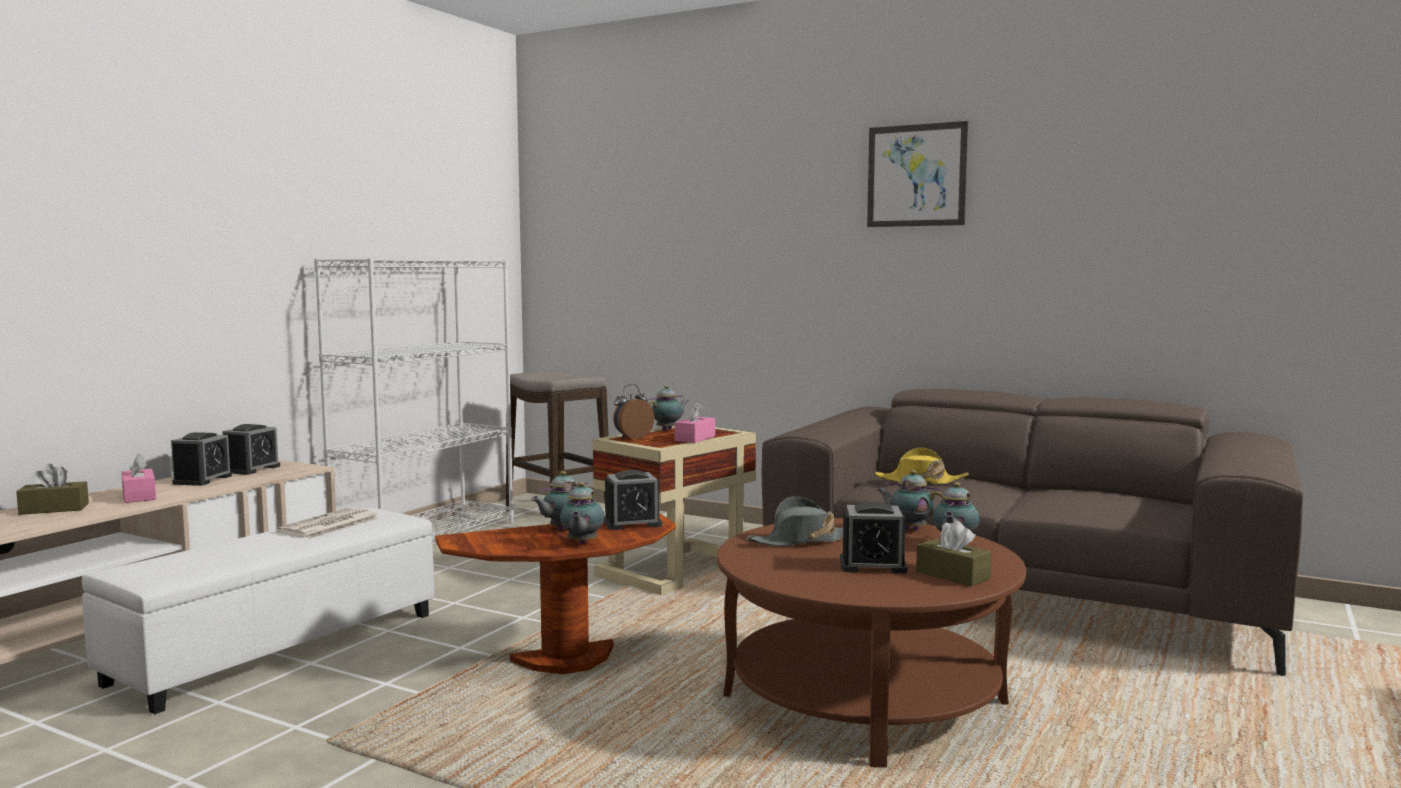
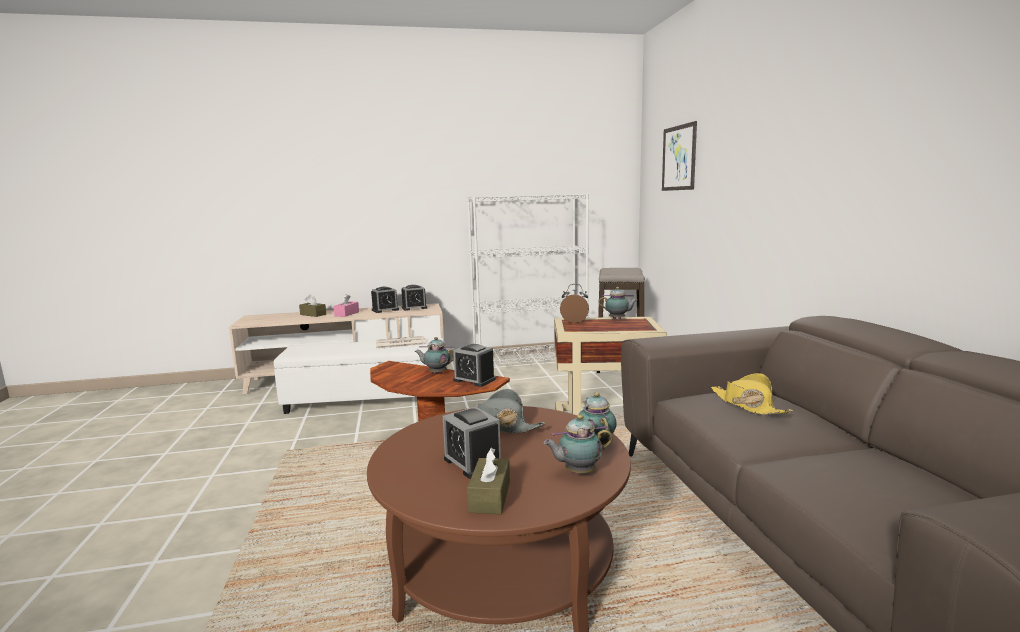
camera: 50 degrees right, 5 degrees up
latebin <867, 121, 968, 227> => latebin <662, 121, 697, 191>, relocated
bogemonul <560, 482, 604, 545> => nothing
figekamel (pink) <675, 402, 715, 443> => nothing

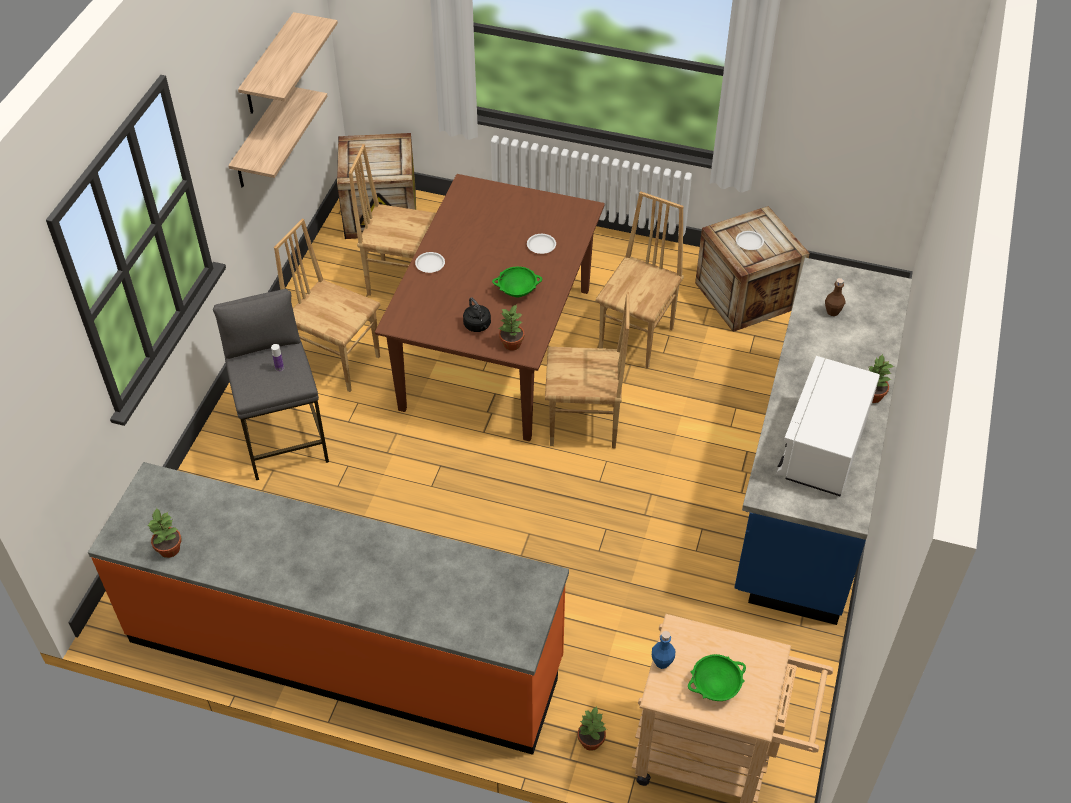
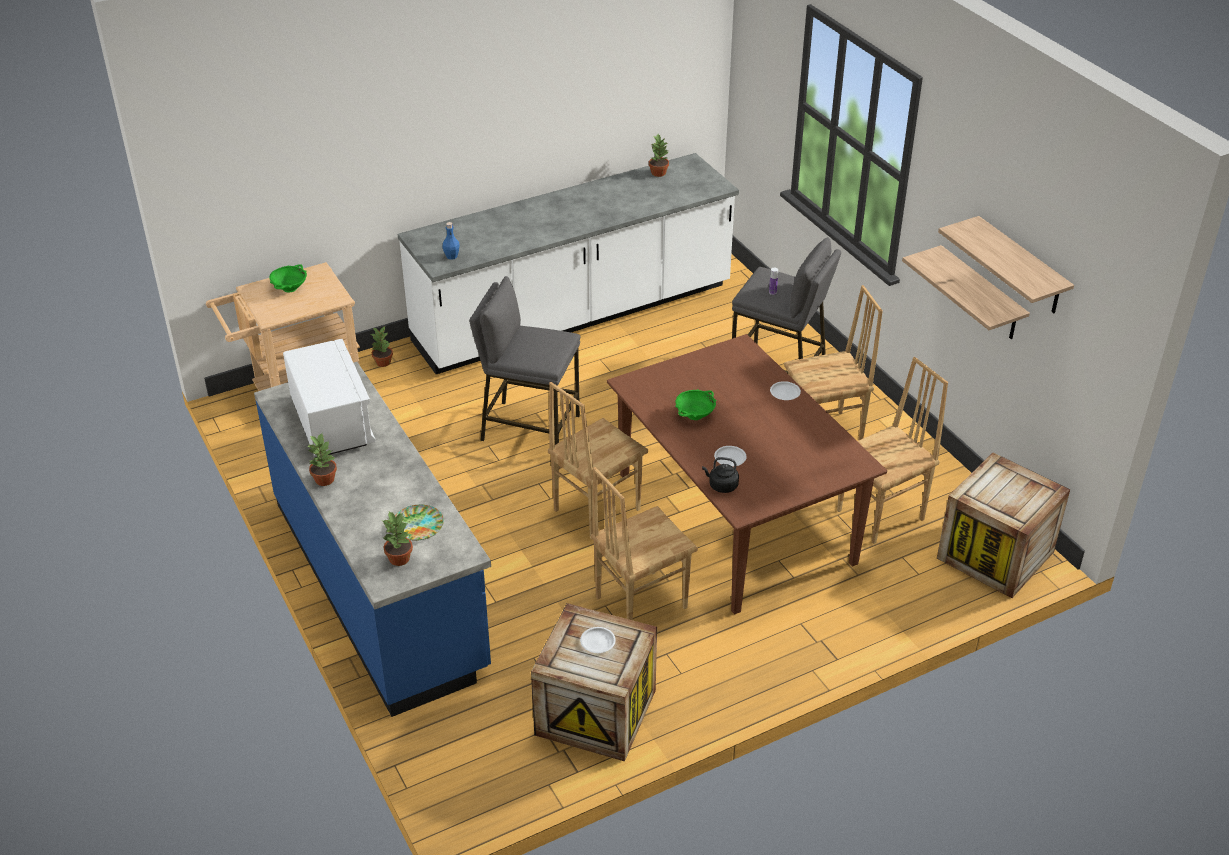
camera: 135 degrees right, 10 degrees down
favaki <499, 305, 524, 351> => favaki <382, 512, 413, 566>, relocated
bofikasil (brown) <825, 278, 845, 316> => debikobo <395, 505, 444, 541>
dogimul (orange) <88, 462, 569, 755> => dogimul (white) <398, 153, 739, 374>
bofikasil (blue) <652, 631, 675, 669> => bofikasil (blue) <442, 222, 460, 260>, relocated
nothing => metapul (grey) <469, 276, 580, 445>
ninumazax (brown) <596, 191, 684, 368> => ninumazax (brown) <591, 467, 698, 620>, 75 degrees clockwise
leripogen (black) <463, 297, 491, 332> => leripogen (black) <702, 457, 739, 493>, relocated

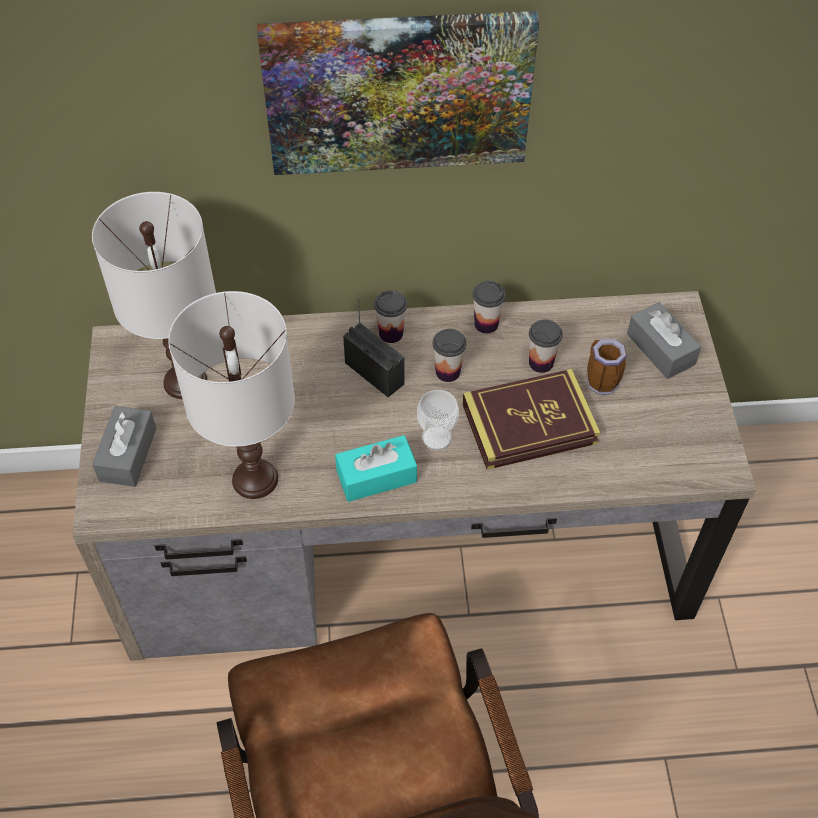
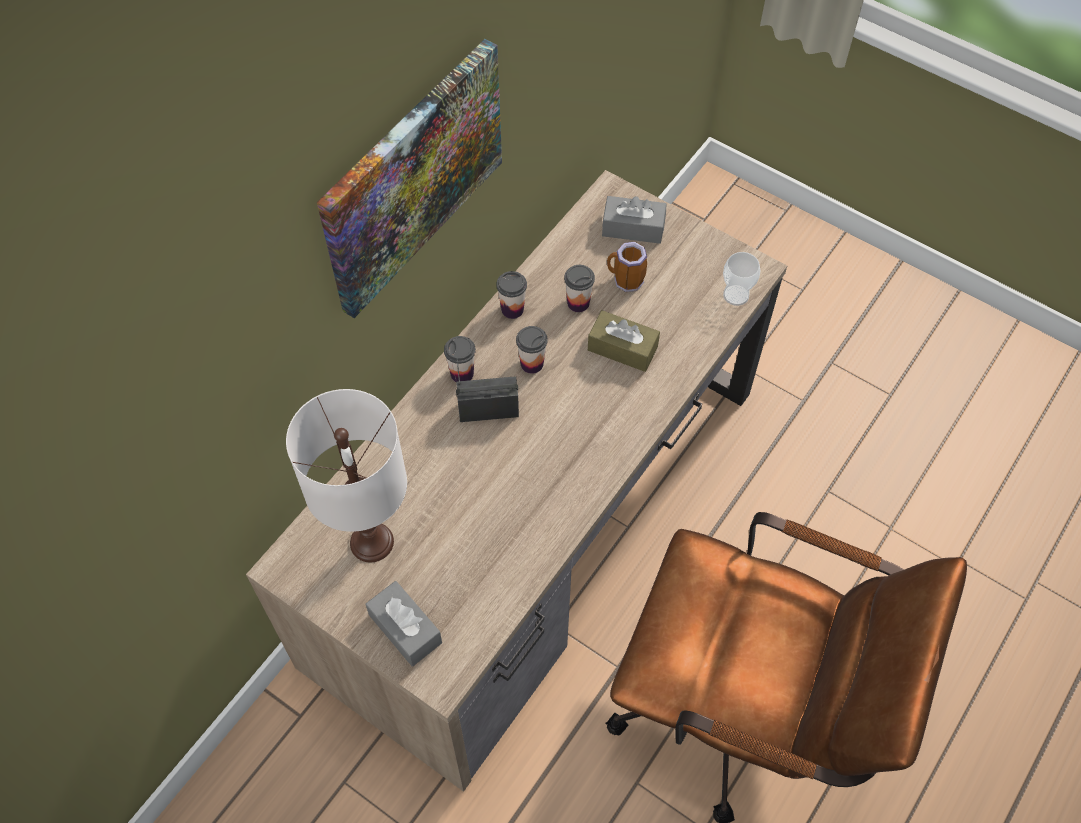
camera: 50 degrees left, 5 degrees up
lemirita <462, 369, 601, 470> => figekamel (brown) <588, 310, 660, 372>
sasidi <417, 390, 459, 451> => sasidi <723, 252, 760, 306>, relocated
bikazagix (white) <168, 291, 295, 499> => nothing
figekamel (turquoise) <335, 435, 417, 502> => nothing

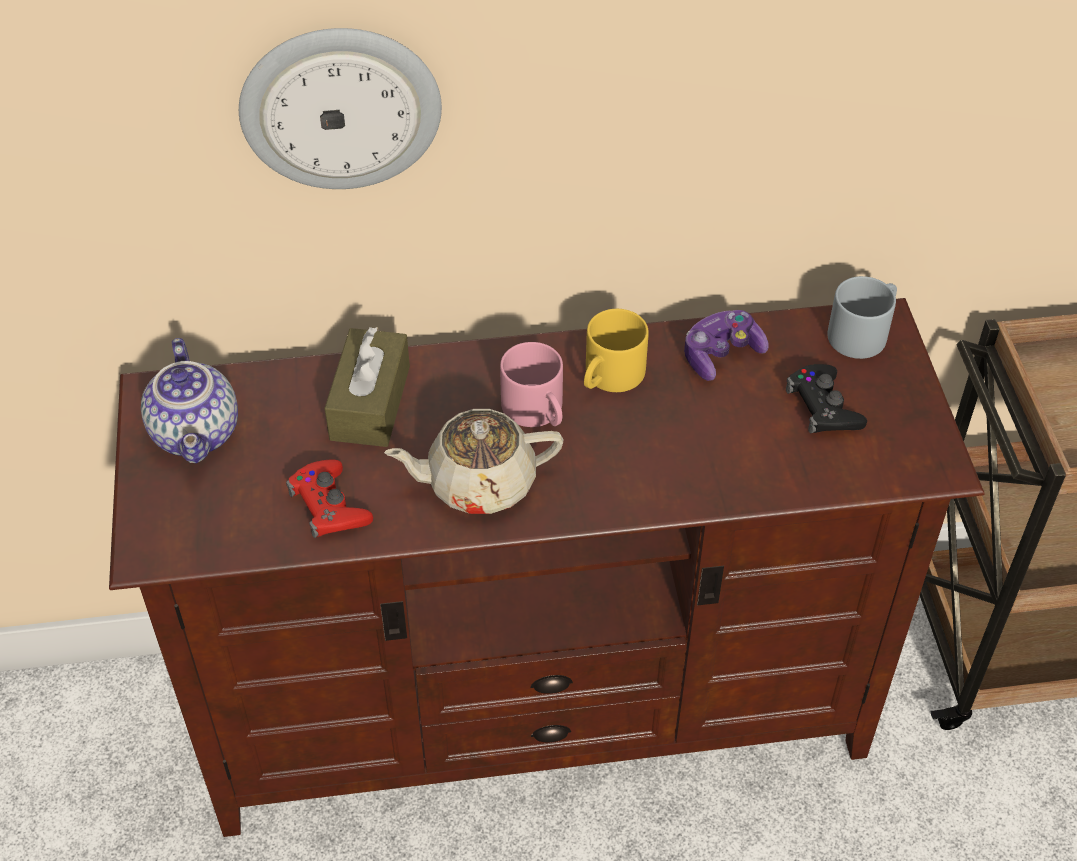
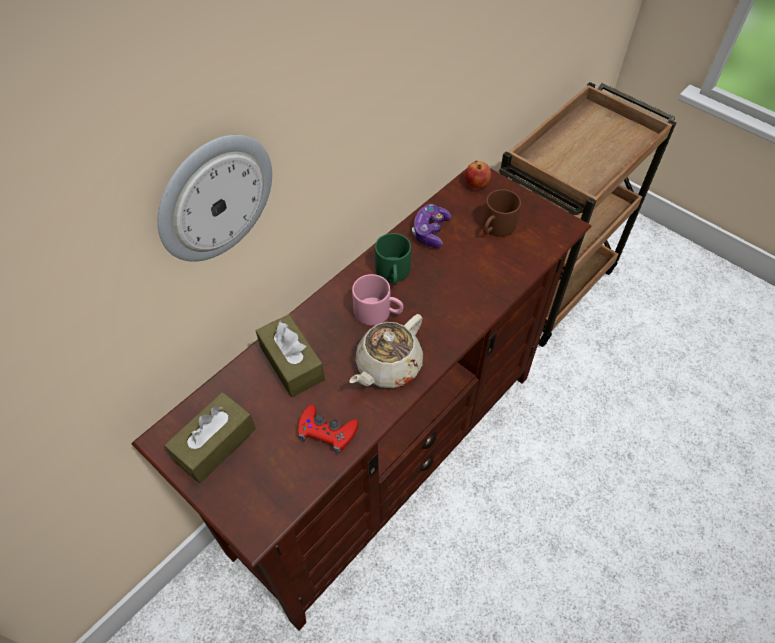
camera: 40 degrees left, 5 degrees up
bogemonul <141, 338, 238, 463> => figekamel (brown) <164, 392, 256, 484>
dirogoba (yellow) <584, 309, 649, 392> => dirogoba (green) <375, 233, 411, 285>
dirogoba (grey) <827, 276, 897, 359> => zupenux <465, 161, 491, 189>
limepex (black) <786, 364, 867, 434> => dirogoba (brown) <483, 189, 521, 237>

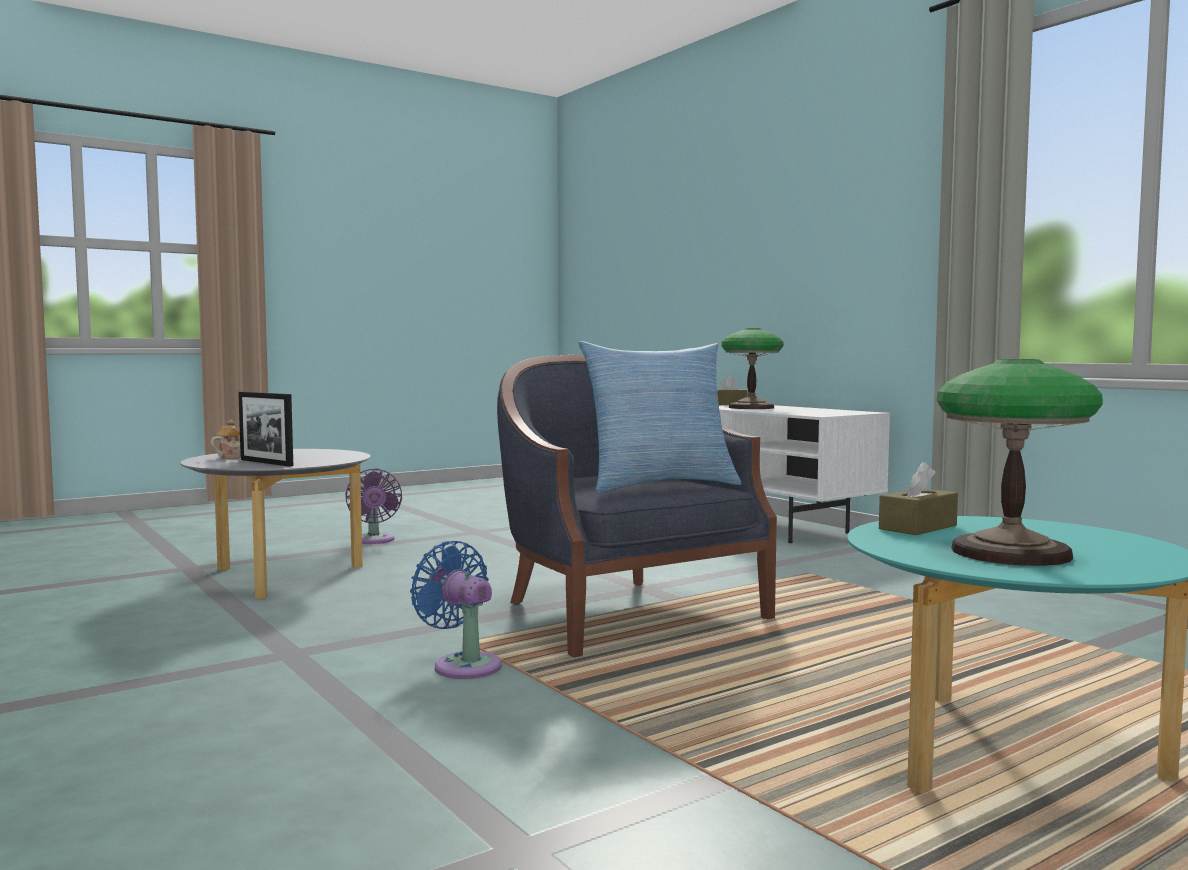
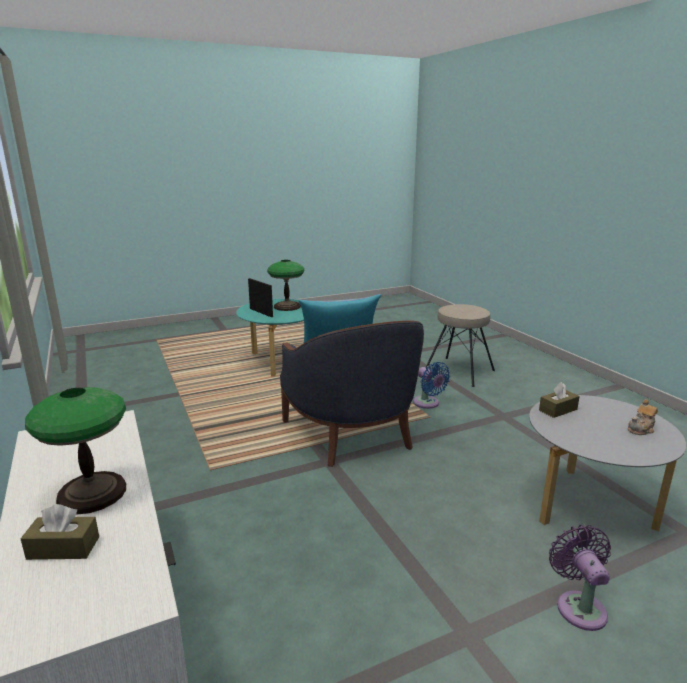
camera: 170 degrees left, 15 degrees up
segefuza <238, 392, 293, 466> => segefuza <248, 278, 273, 317>, relocated
nothing => metapul (beige) <426, 304, 495, 387>
figekamel (brown) <879, 462, 958, 535> => figekamel (brown) <539, 382, 580, 418>, relocated

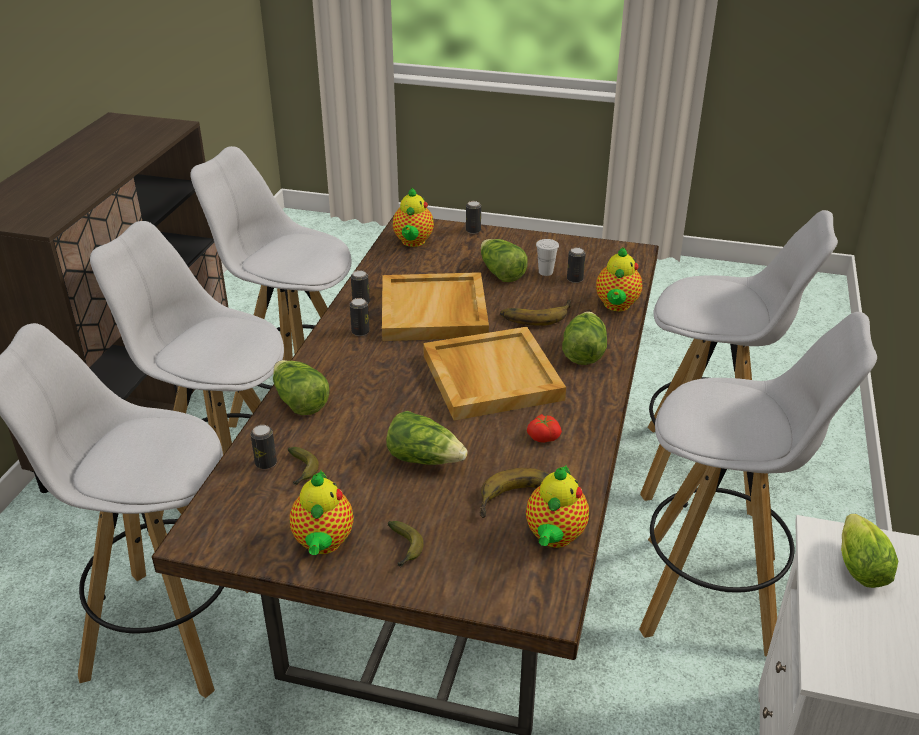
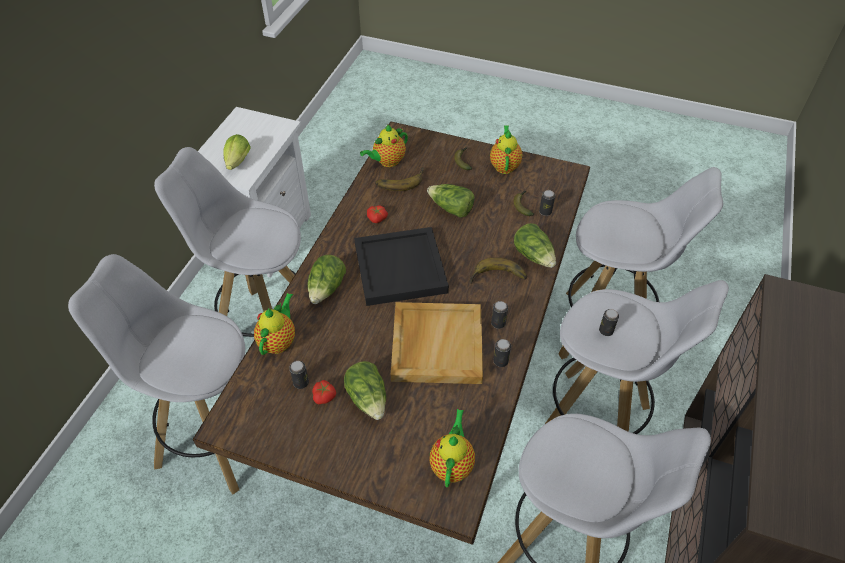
camera: 175 degrees left, 15 degrees up
sasidi (white) <536, 239, 559, 276> => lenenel <312, 380, 336, 404>
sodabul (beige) <423, 327, 566, 420> => sodabul (black) <354, 227, 449, 306>
bogemonul <526, 465, 589, 548> => bogemonul <360, 125, 408, 167>, 150 degrees counterclockwise
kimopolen <500, 300, 572, 326> => kimopolen <469, 257, 527, 284>, relocated
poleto <466, 201, 481, 234> => poleto <599, 309, 619, 336>, relocated

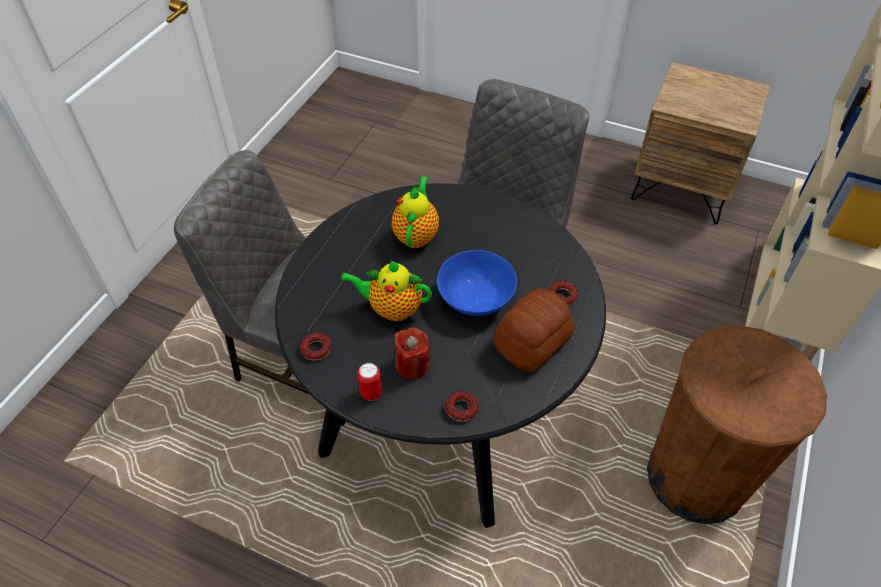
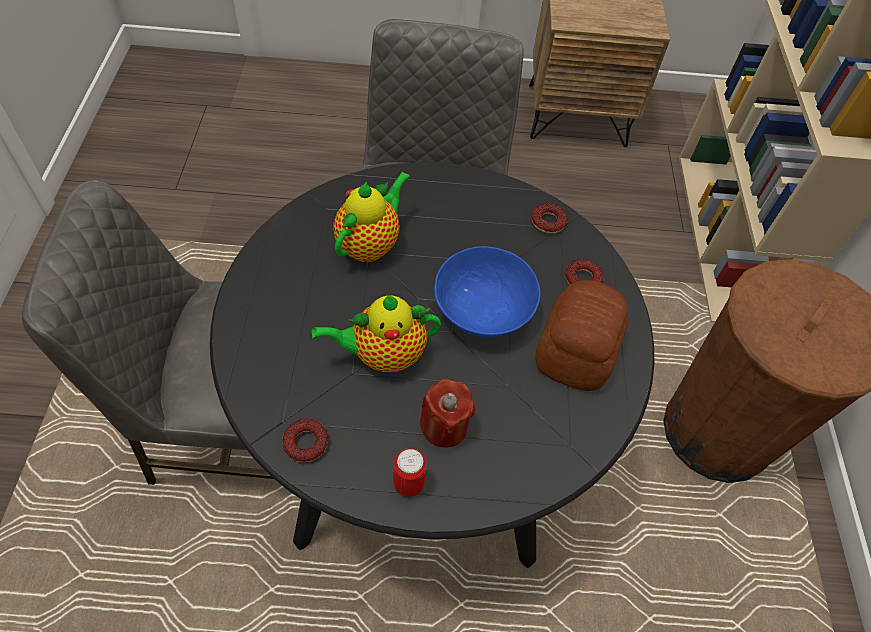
camera: 25 degrees left, 5 degrees up
bogemonul <391, 176, 439, 248> => bogemonul <333, 171, 411, 262>, 45 degrees clockwise
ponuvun <445, 391, 479, 422> => ponuvun <531, 203, 567, 234>, relocated

